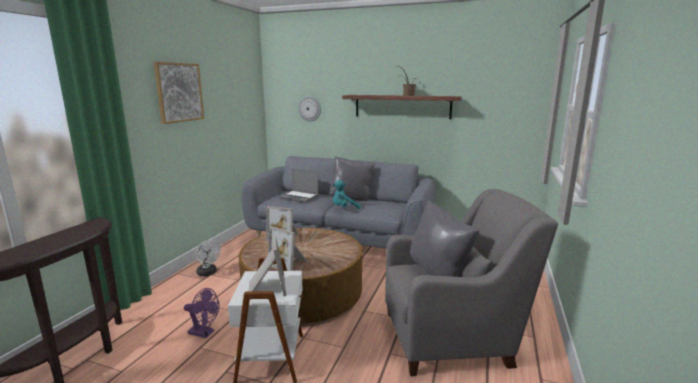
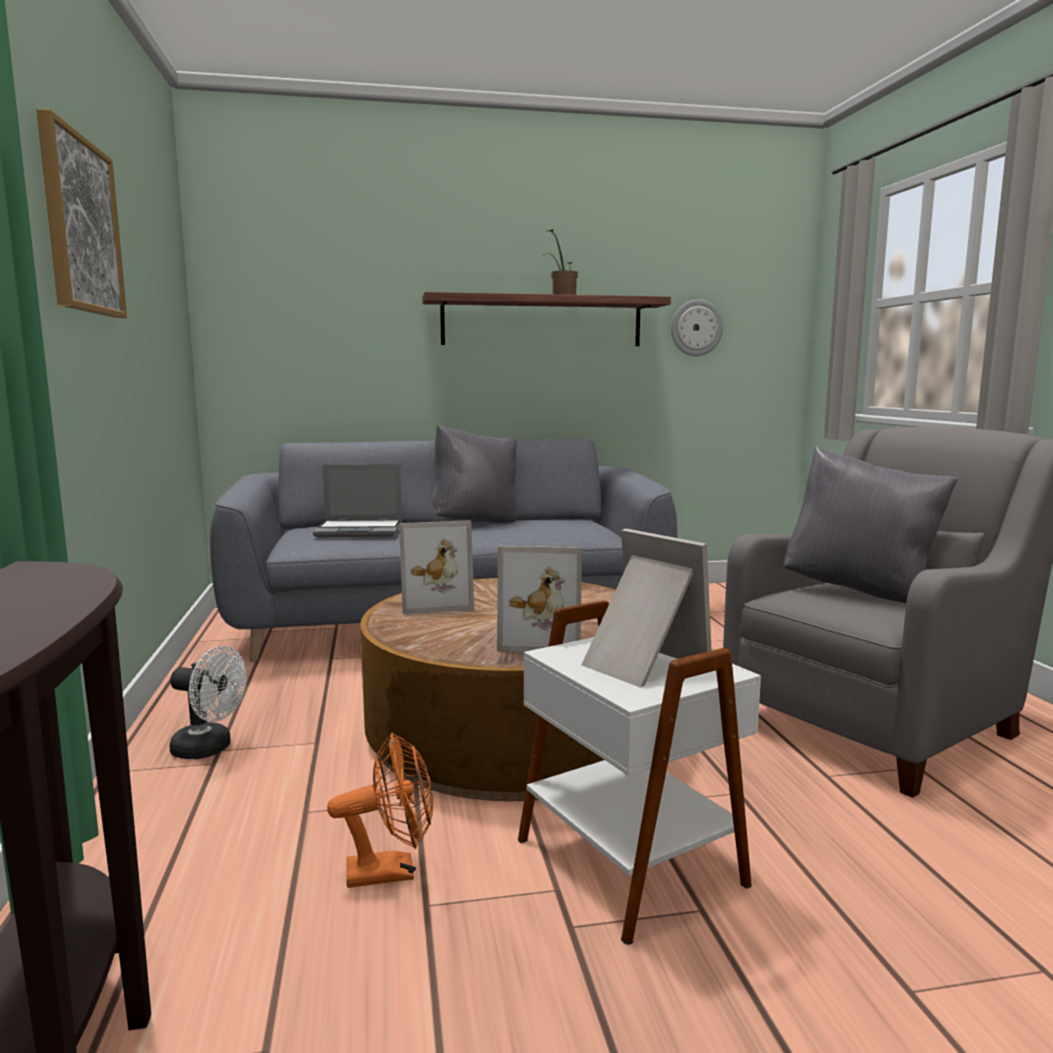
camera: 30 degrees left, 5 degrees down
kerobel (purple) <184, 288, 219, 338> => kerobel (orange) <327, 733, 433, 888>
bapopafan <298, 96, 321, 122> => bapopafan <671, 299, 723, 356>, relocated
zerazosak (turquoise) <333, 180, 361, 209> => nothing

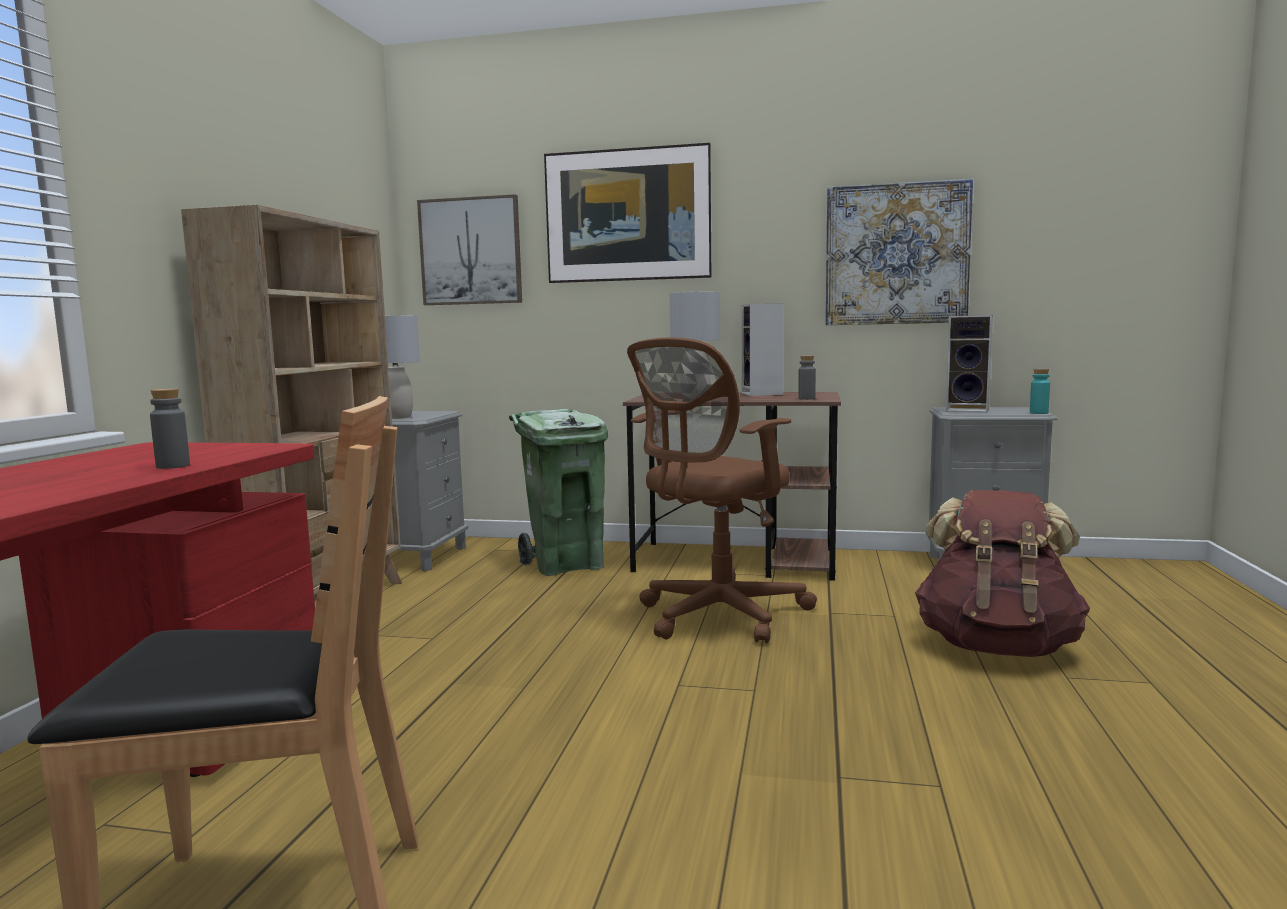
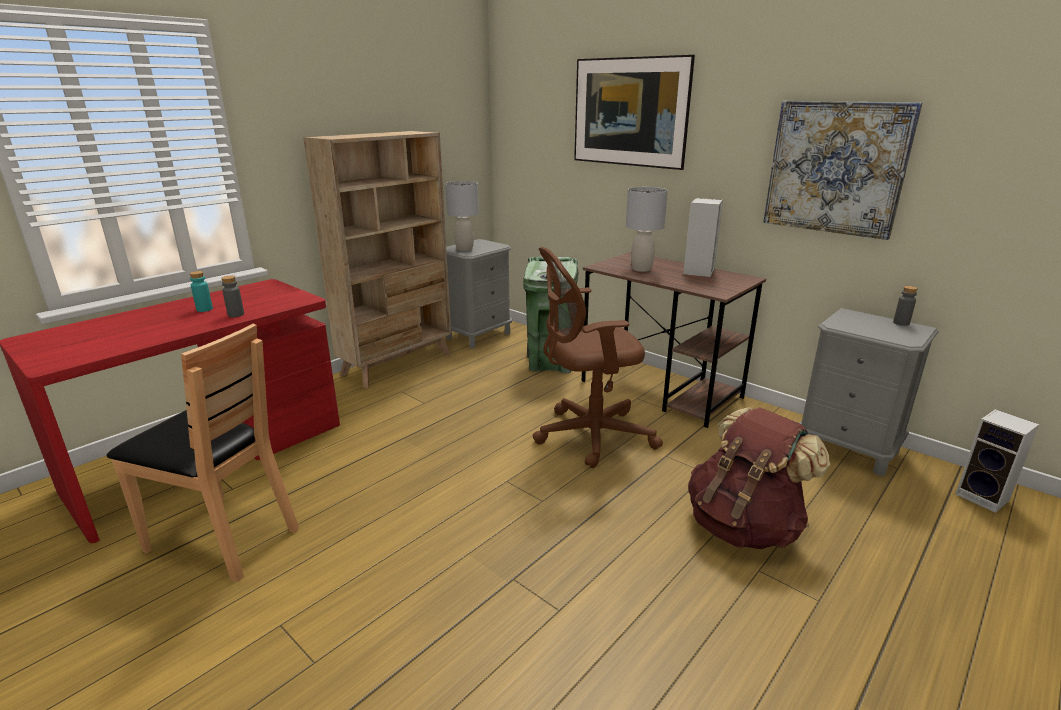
camera: 30 degrees right, 15 degrees up
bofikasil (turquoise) <1030, 369, 1050, 414> => bofikasil (turquoise) <190, 271, 213, 312>, relocated
bofikasil (grey) <798, 355, 816, 400> => bofikasil (grey) <893, 286, 918, 326>, relocated
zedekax <946, 315, 993, 413> => zedekax <955, 409, 1039, 513>, relocated
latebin <417, 194, 522, 305> => nothing

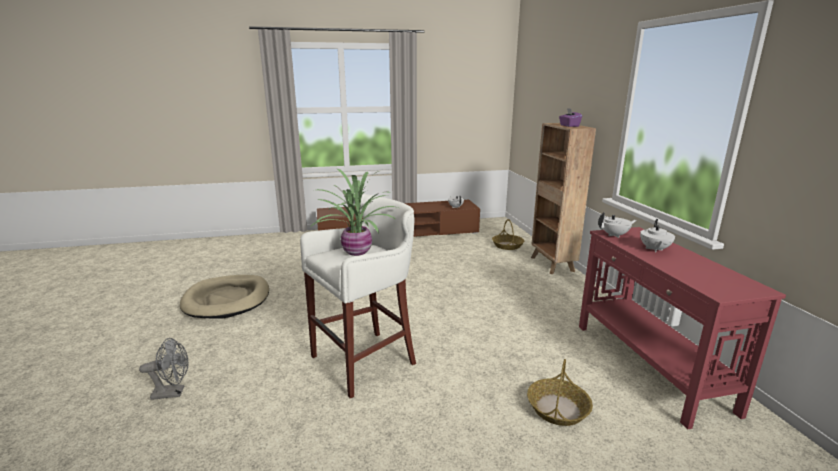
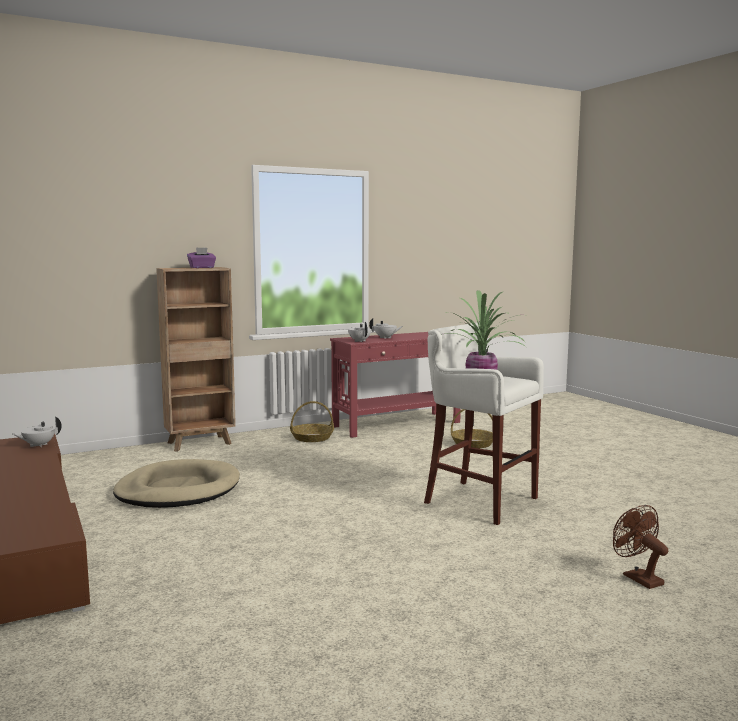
camera: 105 degrees left, 10 degrees down
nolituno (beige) <180, 275, 269, 318> => nolituno (beige) <113, 459, 240, 508>, relocated
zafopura <492, 219, 524, 250> => zafopura <290, 401, 334, 442>, relocated
kerobel (grey) <139, 338, 188, 400> => kerobel (brown) <613, 505, 668, 589>

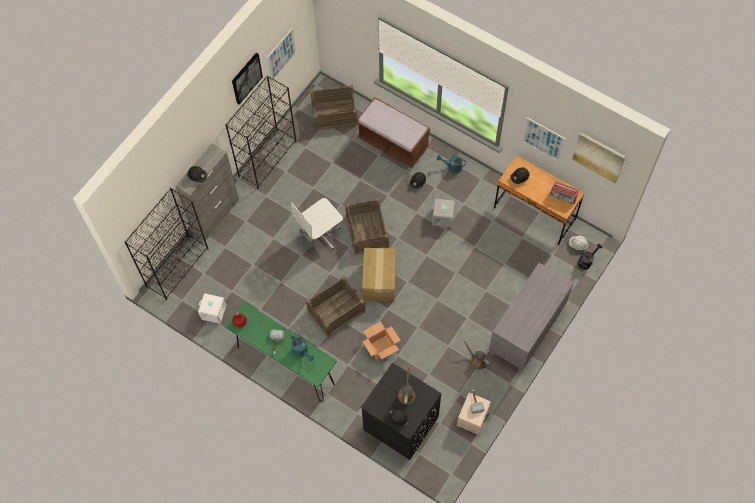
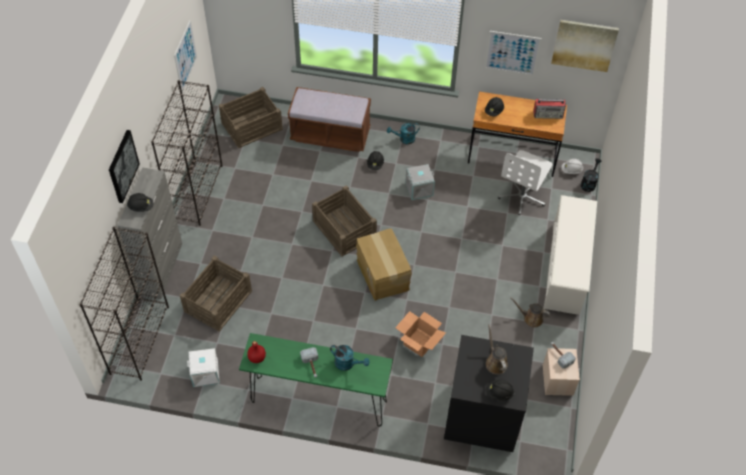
camera: 25 degrees left, 10 degrees down
latebin <232, 53, 263, 104> => latebin <109, 130, 140, 203>, relocated
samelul <306, 275, 366, 337> => samelul <180, 256, 252, 332>, relocated
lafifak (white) <291, 198, 343, 250> => lafifak (white) <498, 150, 553, 215>, relocated
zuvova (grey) <489, 263, 574, 372> => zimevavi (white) <543, 195, 597, 315>

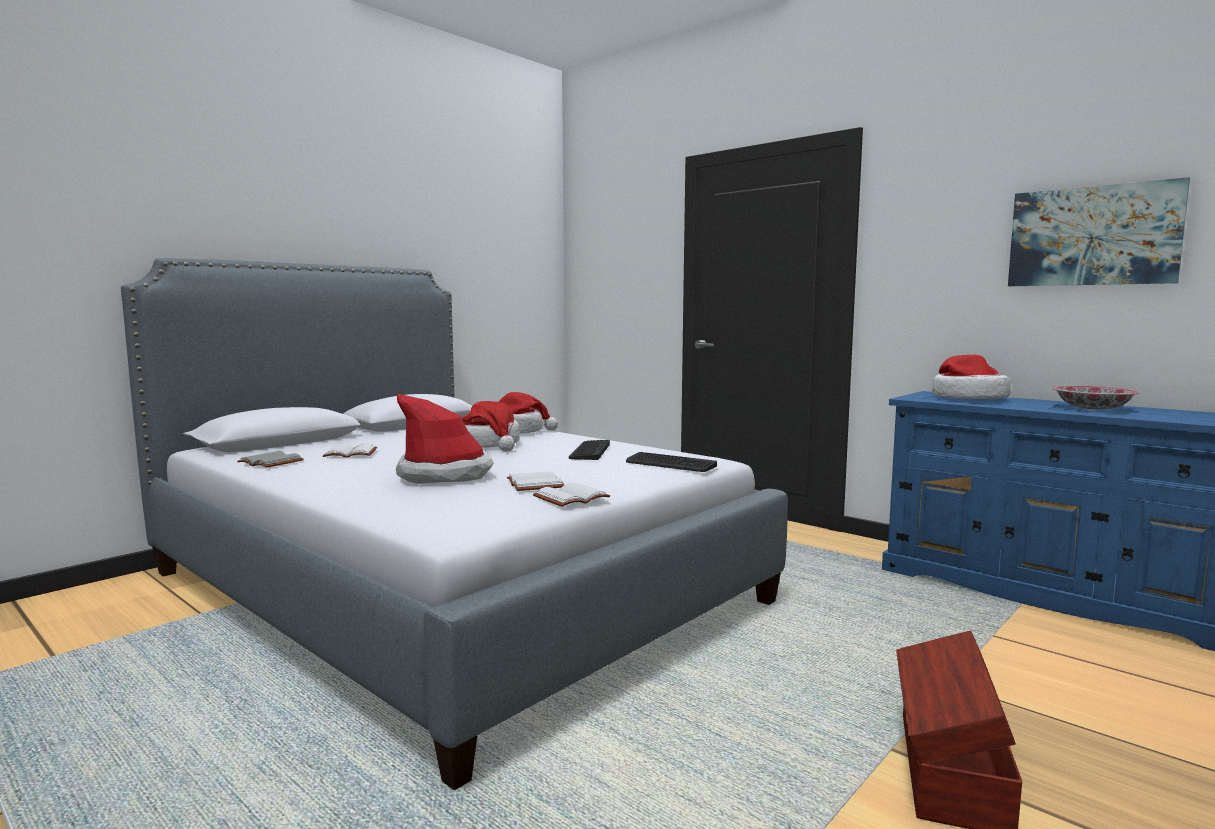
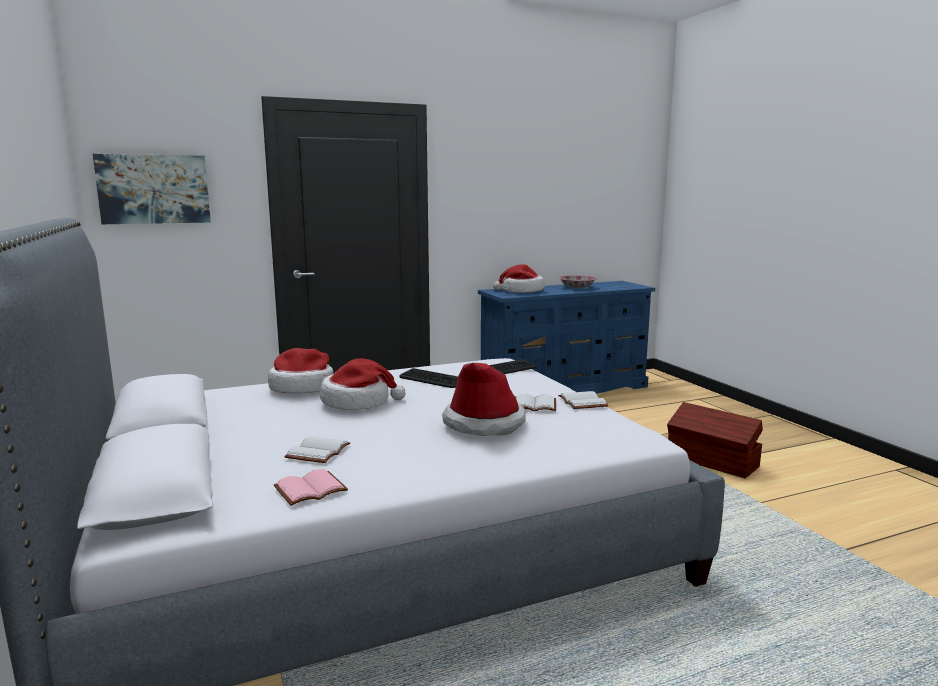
camera: 65 degrees left, 5 degrees up
latebin <1008, 177, 1190, 286> => latebin <93, 154, 211, 224>, relocated
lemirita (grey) <237, 451, 304, 468> => lemirita (pink) <274, 469, 348, 506>

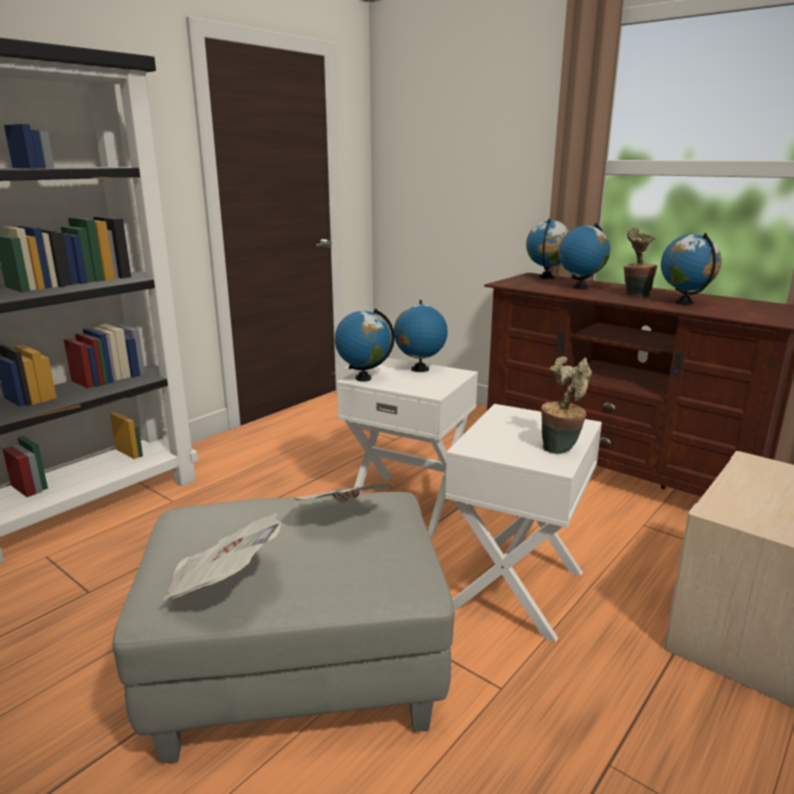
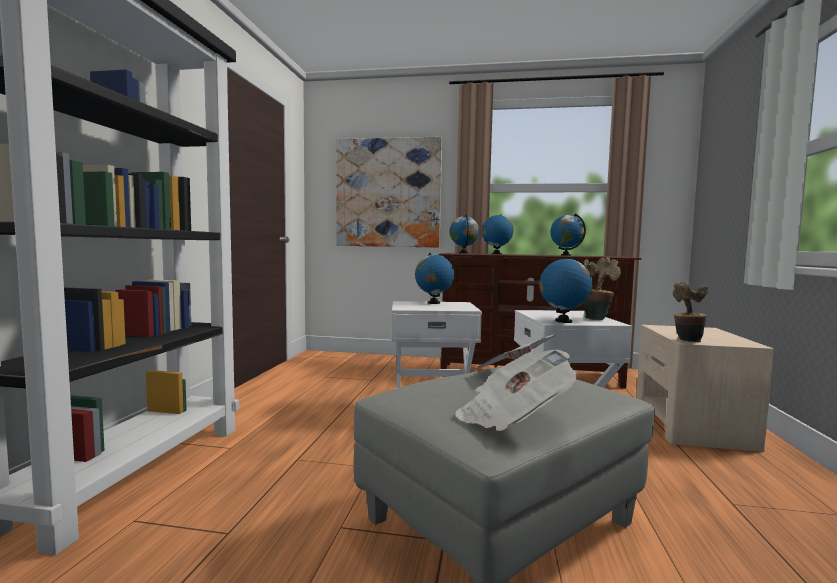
camera: 30 degrees left, 15 degrees down
nothing => latebin <336, 137, 442, 248>
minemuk <335, 308, 395, 382> => minemuk <539, 257, 593, 323>, relocated
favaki <624, 227, 657, 297> => favaki <673, 281, 708, 342>, relocated

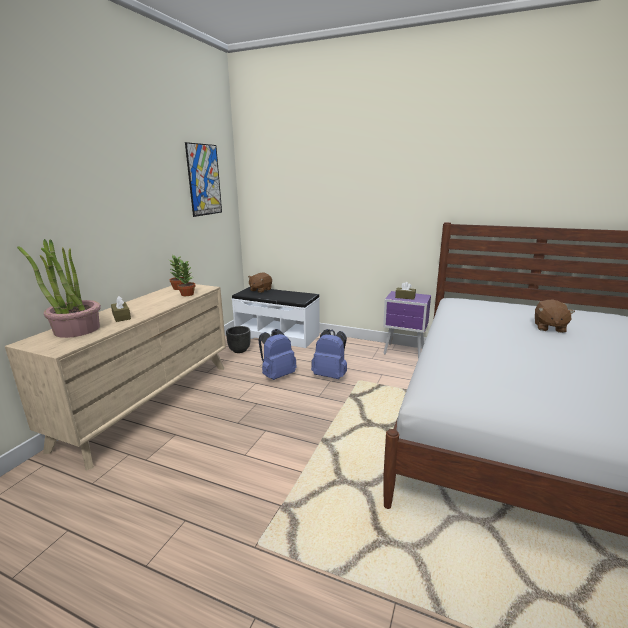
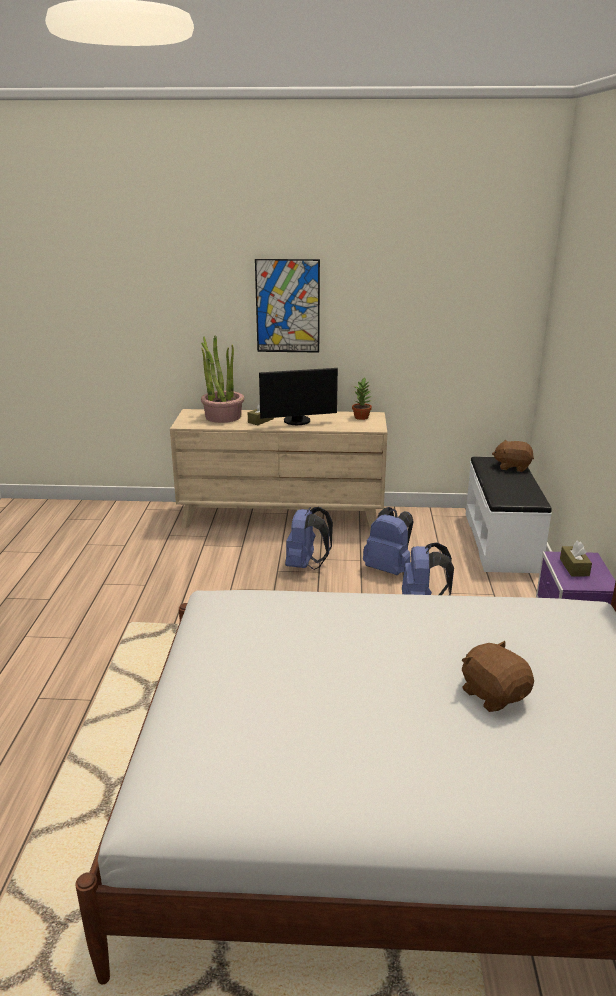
camera: 70 degrees right, 5 degrees up
latebin <185, 142, 222, 217> => latebin <255, 259, 320, 353>, relocated
nothing => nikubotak <259, 368, 338, 425>
nothing => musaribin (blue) <285, 507, 333, 570>
zerazosak (brown) <535, 299, 575, 333> => zerazosak (brown) <462, 641, 534, 712>, 60 degrees clockwise
favaki <175, 260, 195, 296> => nothing
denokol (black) <226, 326, 251, 353> => nothing

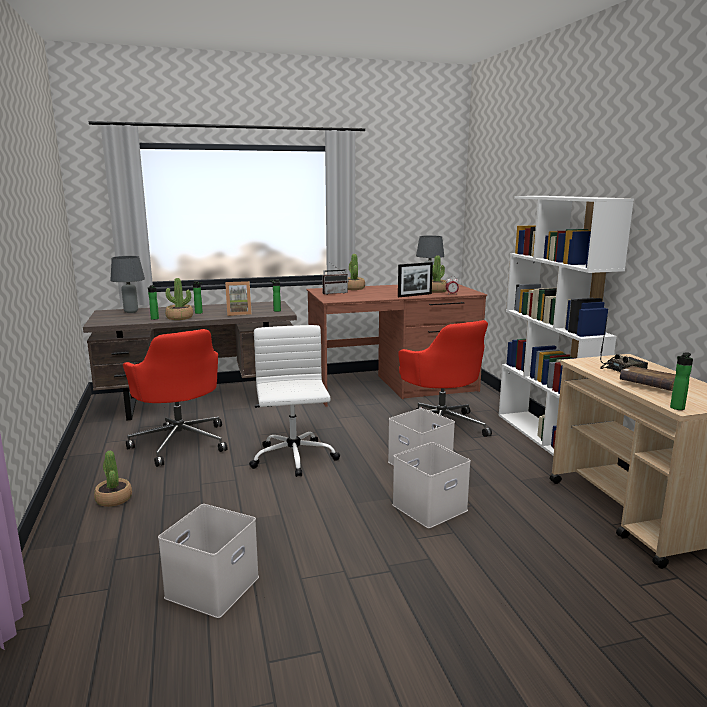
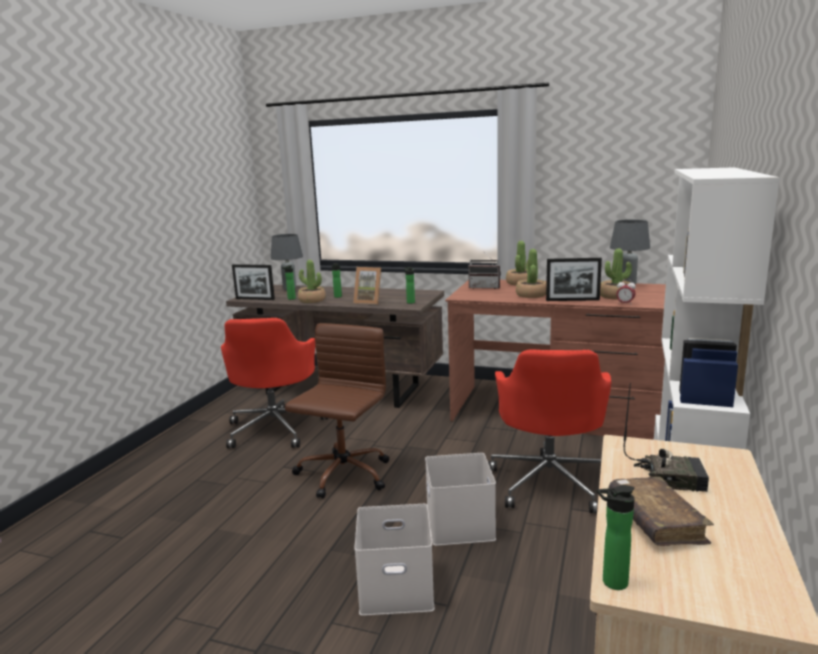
camera: 35 degrees right, 0 degrees up
nothing => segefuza <232, 264, 275, 300>
lafifak (white) <249, 325, 340, 477> => lafifak (brown) <285, 323, 389, 498>
favaki <94, 451, 132, 507> => favaki <516, 249, 546, 298>, relocated
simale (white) <158, 504, 259, 618> => nothing

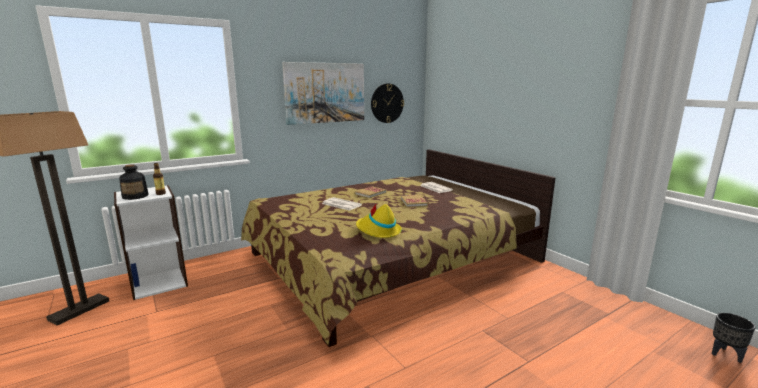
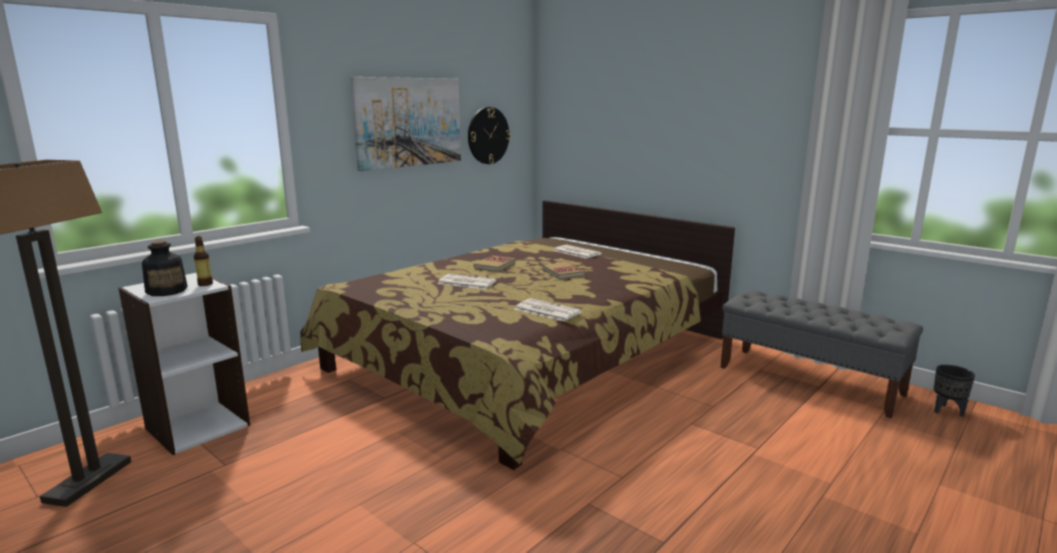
camera: 15 degrees left, 0 degrees up
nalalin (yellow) <356, 203, 402, 238> => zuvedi <514, 298, 582, 322>
nothing => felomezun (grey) <720, 290, 923, 418>

